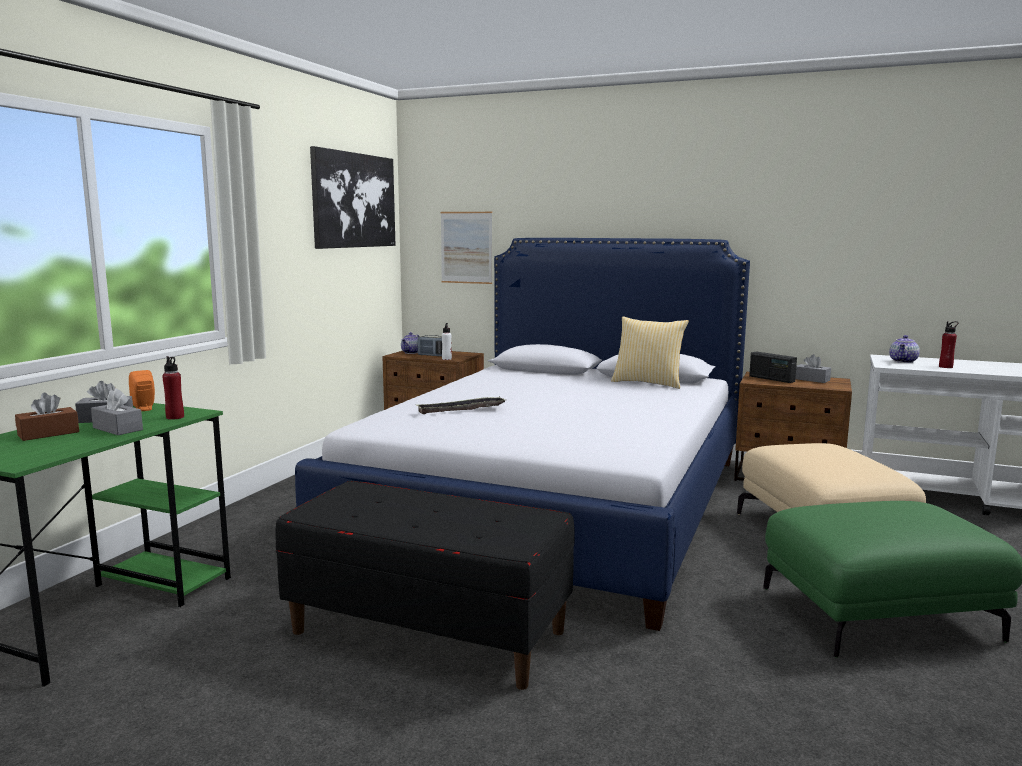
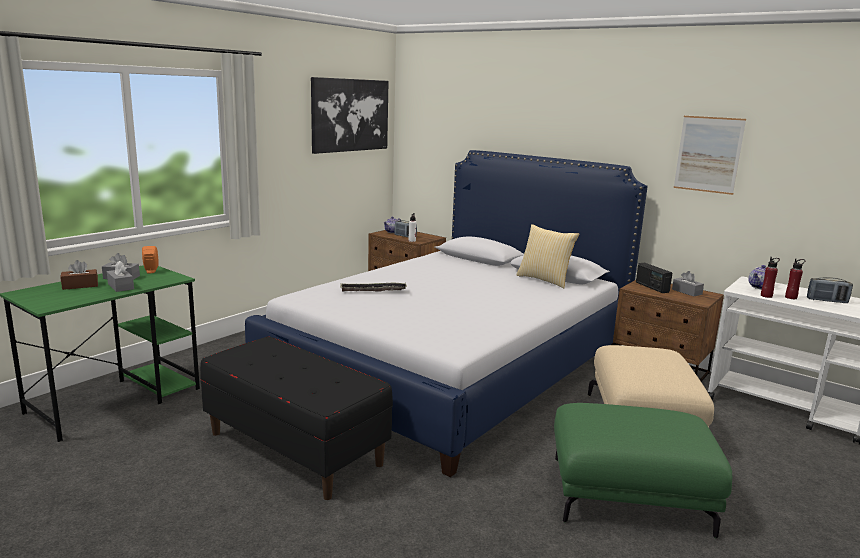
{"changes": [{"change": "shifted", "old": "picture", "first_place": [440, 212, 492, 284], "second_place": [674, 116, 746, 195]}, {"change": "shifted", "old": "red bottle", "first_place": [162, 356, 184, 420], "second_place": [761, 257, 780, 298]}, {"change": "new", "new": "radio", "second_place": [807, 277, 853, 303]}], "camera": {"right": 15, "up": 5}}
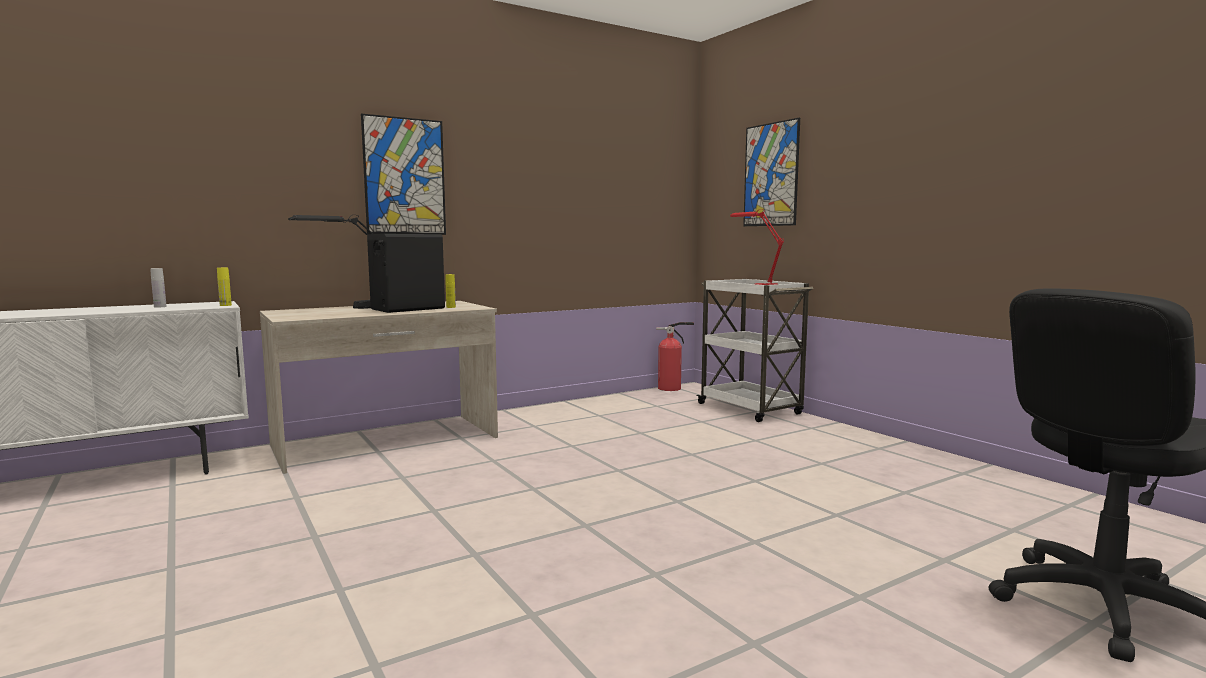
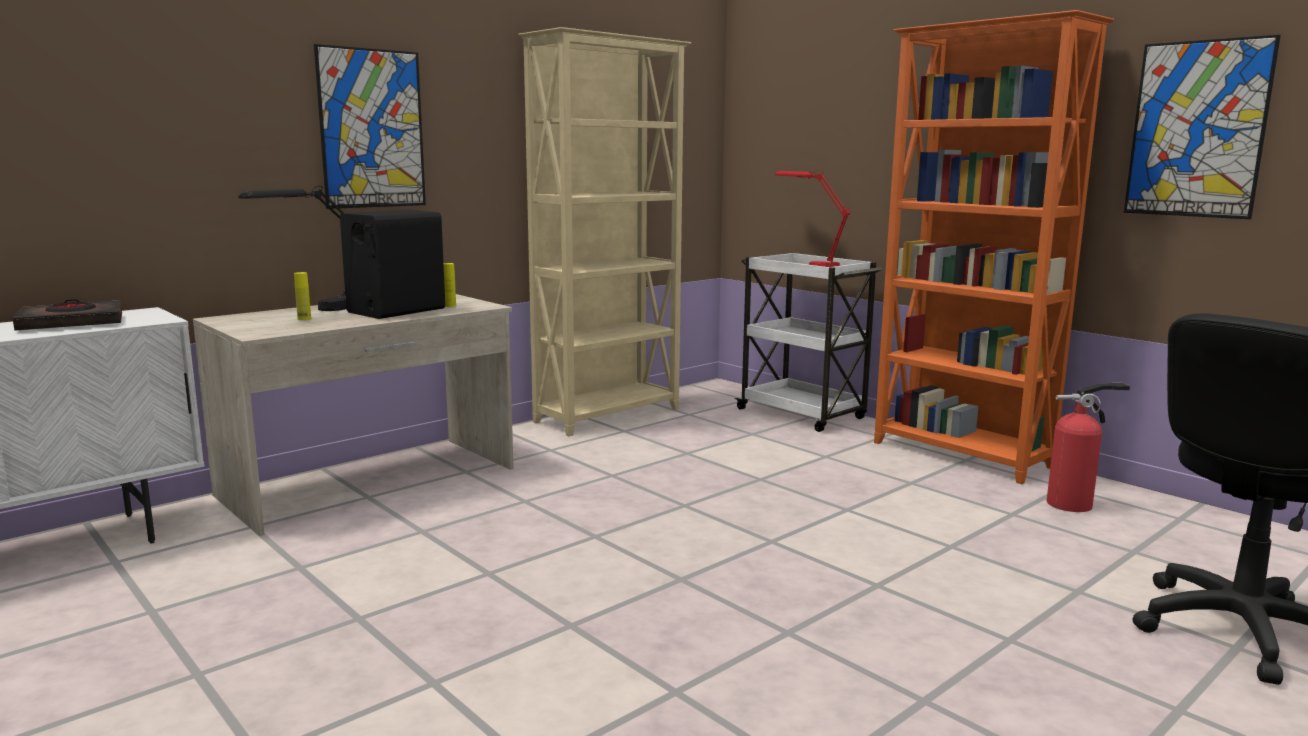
{"changes": [{"change": "swapped", "old": "white bottle", "new": "black book", "first_place": [150, 268, 167, 308], "second_place": [13, 299, 122, 331]}, {"change": "shifted", "old": "yellow bottle", "first_place": [217, 268, 232, 306], "second_place": [294, 272, 311, 320]}, {"change": "new", "new": "beige bookcase", "second_place": [518, 27, 691, 436]}, {"change": "new", "new": "orange bookcase", "second_place": [874, 10, 1114, 484]}, {"change": "shifted", "old": "fire extinguisher", "first_place": [656, 322, 694, 391], "second_place": [1047, 383, 1130, 512]}, {"change": "shifted", "old": "picture", "first_place": [743, 118, 800, 226], "second_place": [1124, 35, 1281, 219]}], "camera": {"right": -10, "up": 5}}
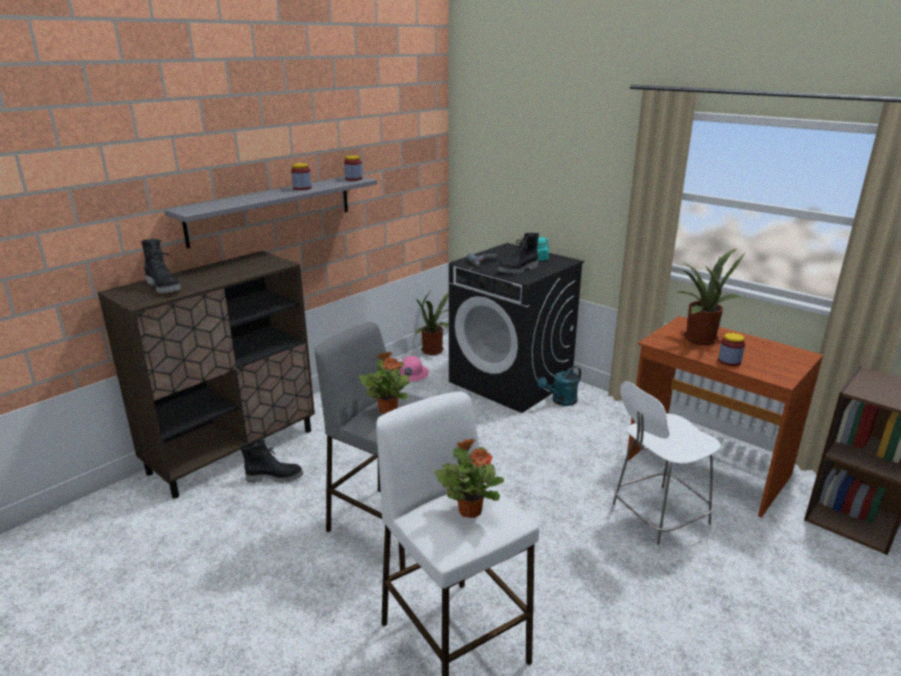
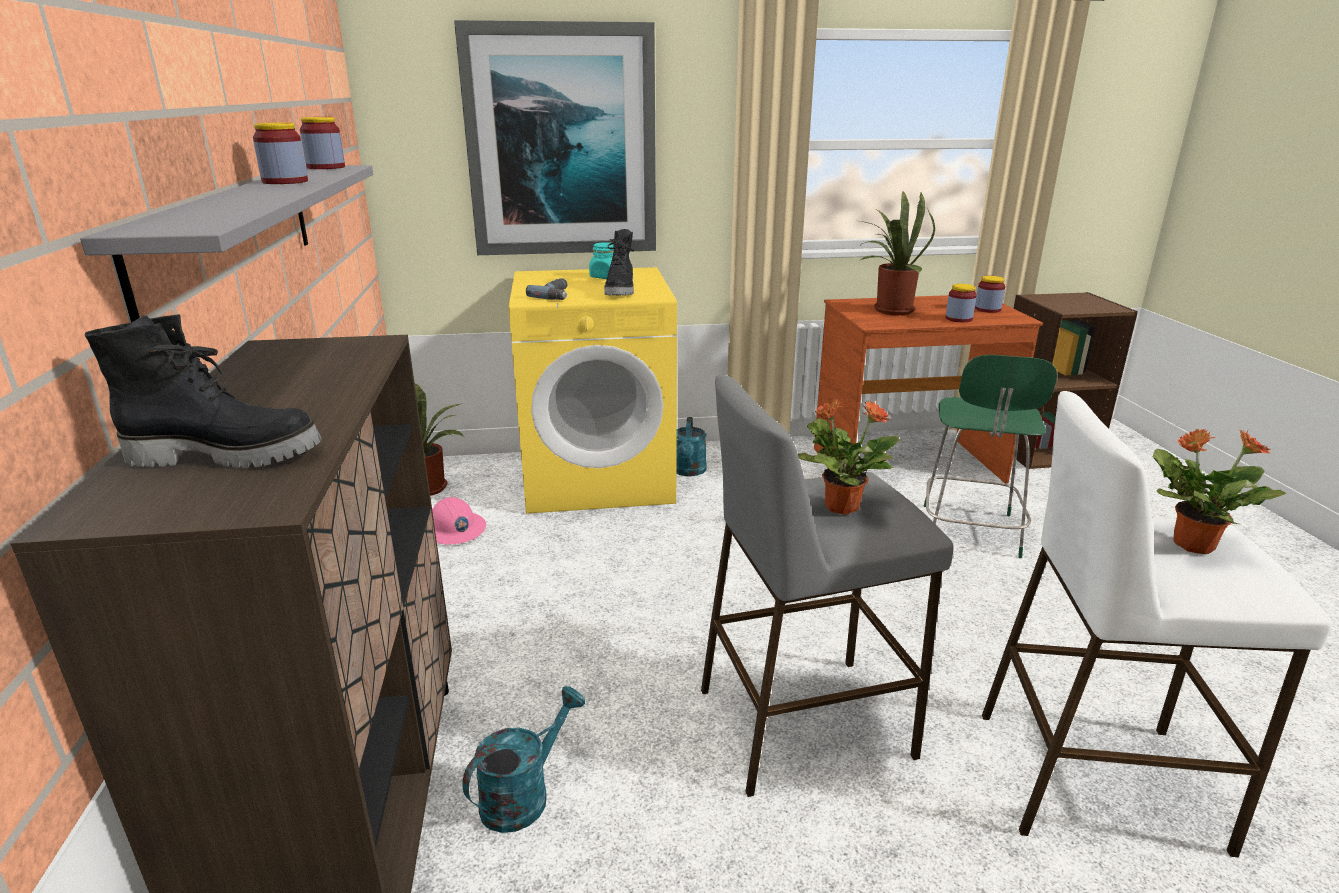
{"changes": [{"change": "new", "new": "picture", "second_place": [454, 20, 656, 255]}, {"change": "swapped", "old": "black boot", "new": "turquoise watering can", "first_place": [241, 439, 303, 483], "second_place": [462, 686, 585, 833]}, {"change": "repainted", "old": "black washing machine", "new": "yellow washing machine", "first_place": [449, 243, 584, 413], "second_place": [509, 267, 677, 514]}, {"change": "repainted", "old": "white chair", "new": "green chair", "first_place": [610, 382, 721, 554], "second_place": [924, 355, 1057, 558]}, {"change": "new", "new": "jar", "second_place": [975, 276, 1005, 313]}], "camera": {"right": -50, "up": 0}}
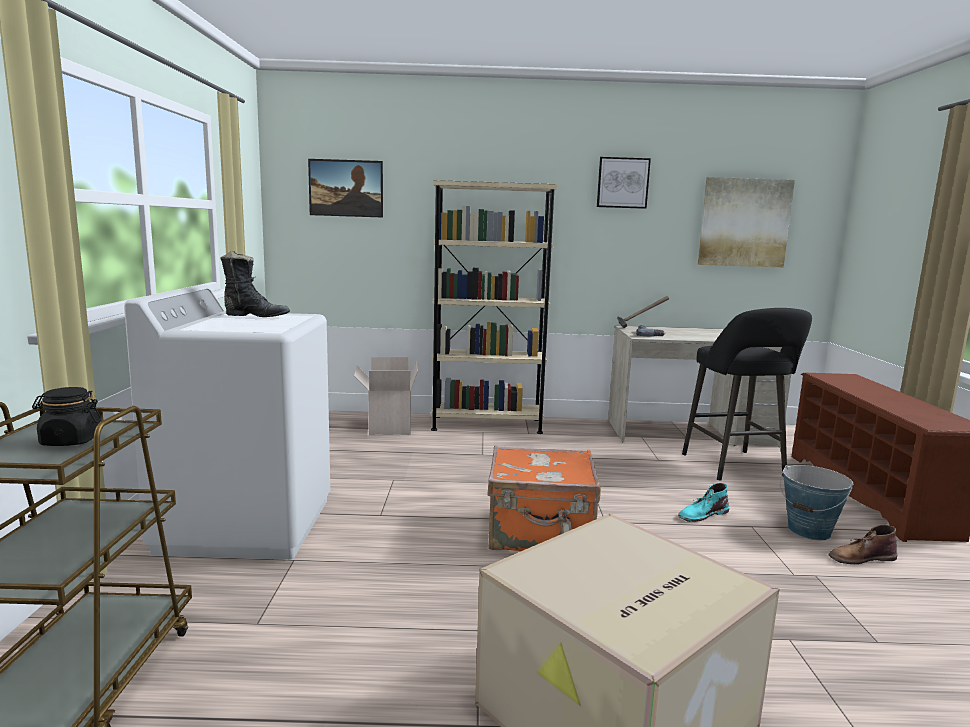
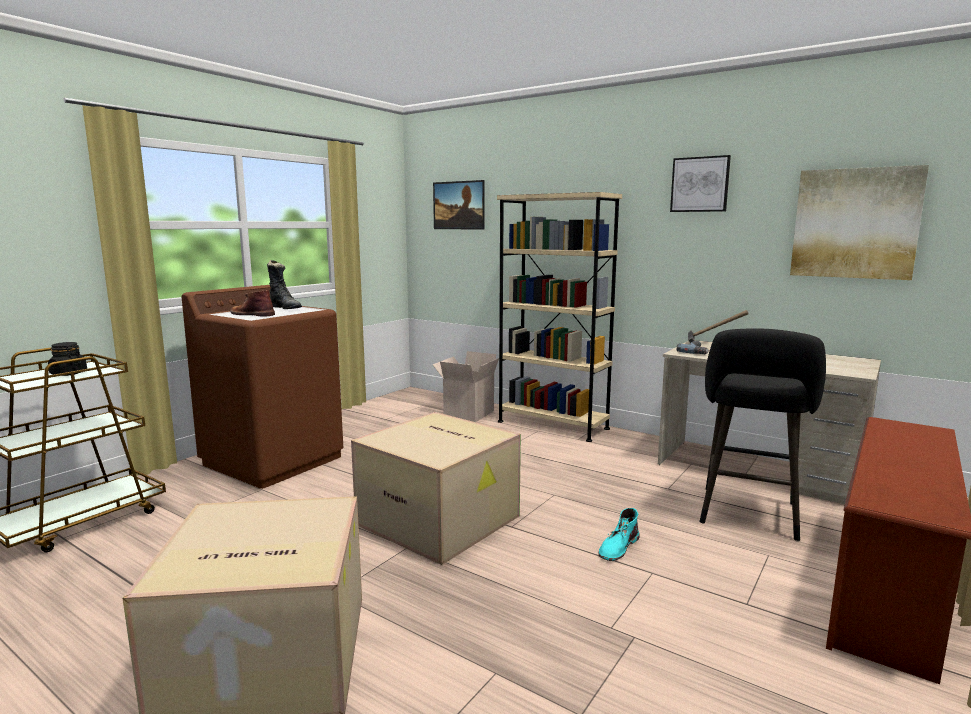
{"changes": [{"change": "repainted", "old": "white washing machine", "new": "brown washing machine", "first_place": [124, 285, 330, 560], "second_place": [182, 285, 343, 489]}, {"change": "shifted", "old": "brown boot", "first_place": [828, 525, 897, 564], "second_place": [230, 290, 275, 317]}, {"change": "swapped", "old": "orange suitcase", "new": "cardboard box", "first_place": [487, 445, 601, 551], "second_place": [351, 412, 521, 565]}, {"change": "rotated", "old": "turquoise boot", "first_place": [678, 483, 729, 522], "second_place": [599, 508, 639, 561], "degrees": -60}, {"change": "gone", "old": "bucket", "first_place": [780, 465, 853, 540]}], "camera": {"right": 35, "up": 0}}
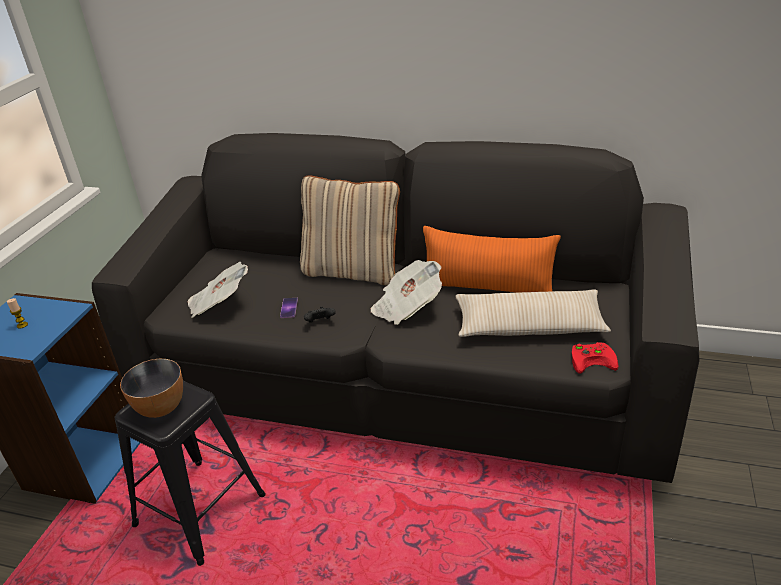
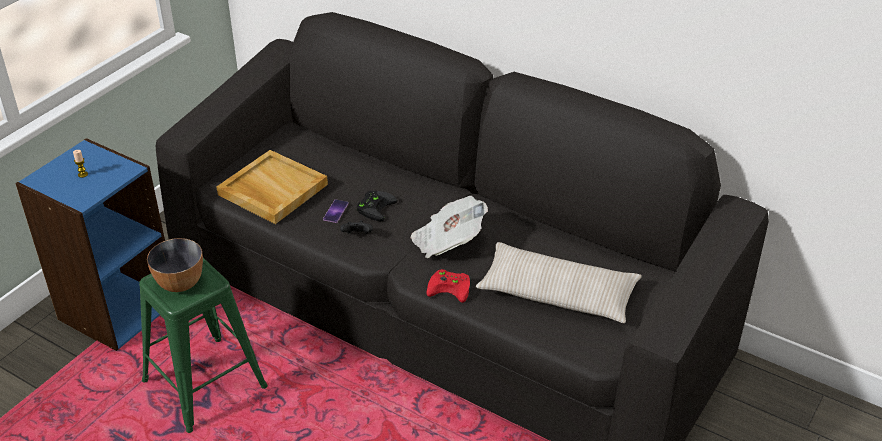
{"changes": [{"change": "repainted", "old": "black stool", "new": "green stool", "first_place": [115, 381, 266, 566], "second_place": [139, 258, 268, 433]}, {"change": "swapped", "old": "newspaper", "new": "beige tray", "first_place": [187, 262, 248, 318], "second_place": [217, 150, 328, 224]}, {"change": "new", "new": "black game controller", "second_place": [357, 191, 397, 221]}, {"change": "shifted", "old": "red game controller", "first_place": [572, 342, 618, 373], "second_place": [426, 269, 470, 303]}, {"change": "gone", "old": "beige pillow", "first_place": [300, 175, 400, 285]}, {"change": "gone", "old": "orange pillow", "first_place": [423, 226, 561, 293]}], "camera": {"right": 15, "up": 5}}
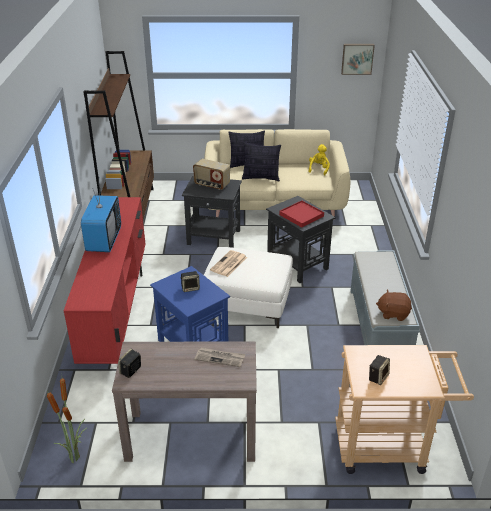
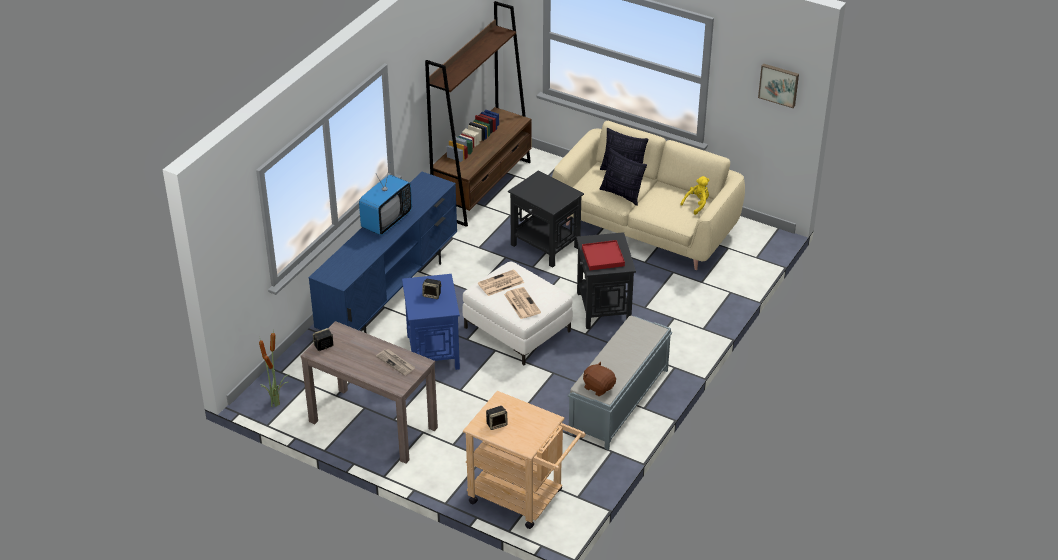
{"changes": [{"change": "repainted", "old": "red tv stand", "new": "blue tv stand", "first_place": [64, 197, 146, 364], "second_place": [308, 172, 457, 334]}, {"change": "new", "new": "newspaper", "second_place": [504, 287, 541, 319]}, {"change": "gone", "old": "radio", "first_place": [193, 159, 230, 190]}], "camera": {"right": 30, "up": 5}}
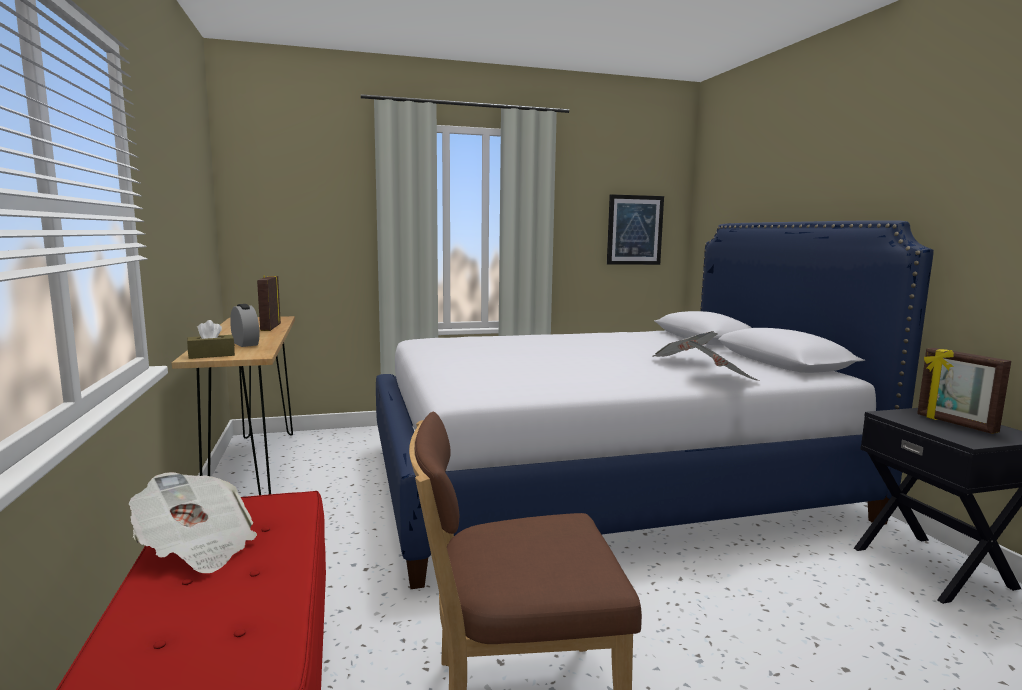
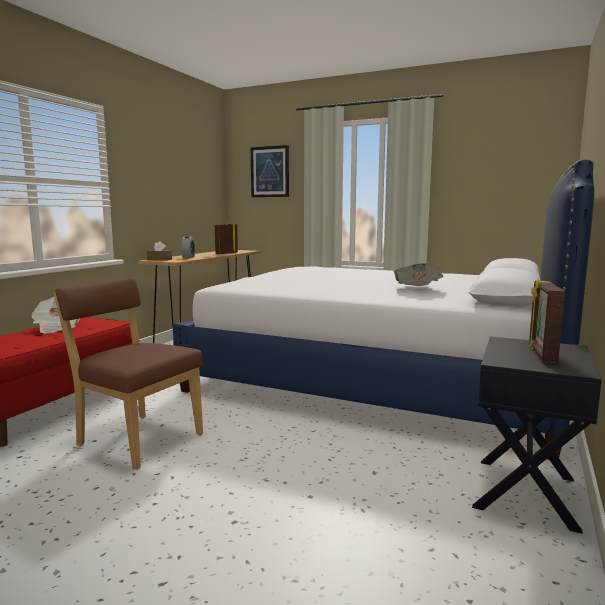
{"changes": [{"change": "shifted", "old": "picture", "first_place": [607, 194, 664, 265], "second_place": [251, 145, 289, 197]}, {"change": "gone", "old": "newspaper", "first_place": [687, 340, 760, 381]}], "camera": {"right": 40, "up": 0}}
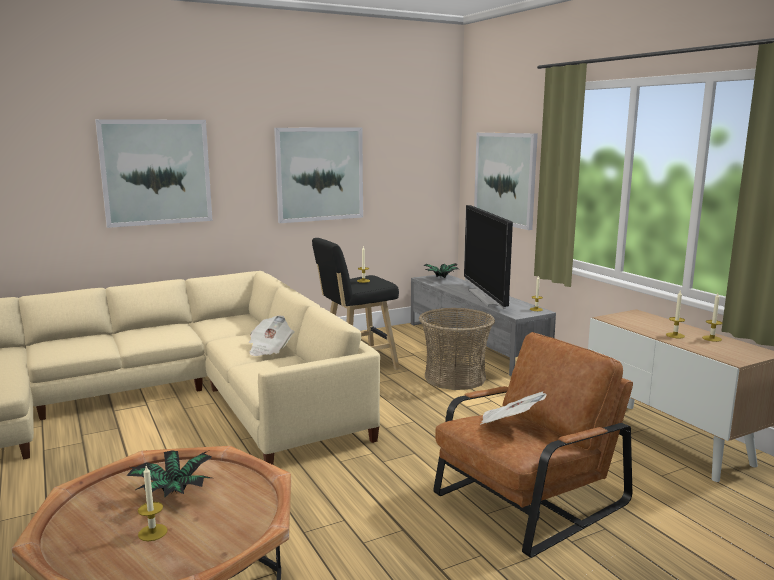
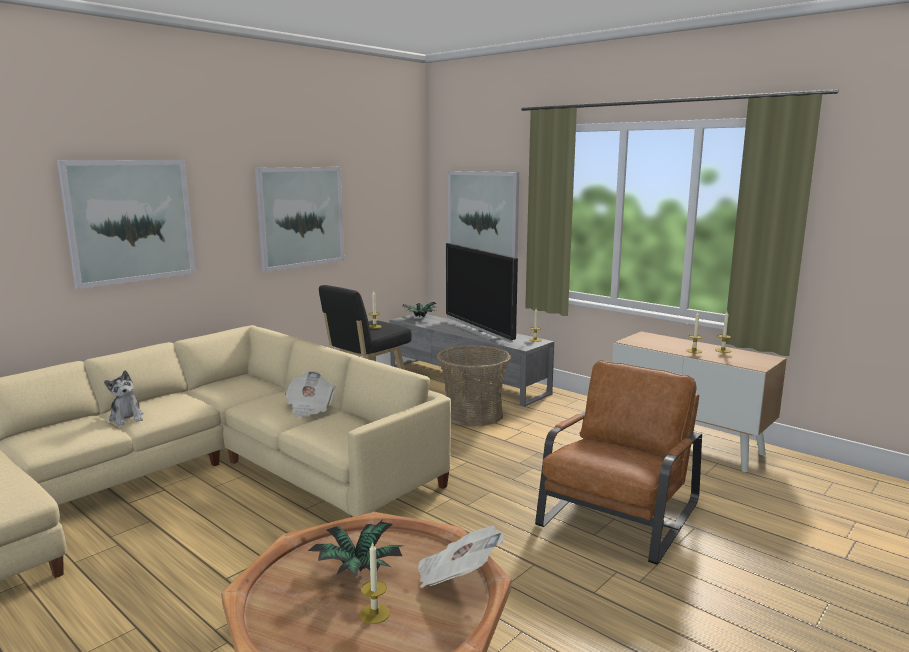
{"changes": [{"change": "new", "new": "plush toy", "second_place": [104, 370, 144, 426]}, {"change": "shifted", "old": "newspaper", "first_place": [480, 392, 547, 425], "second_place": [418, 526, 503, 588]}], "camera": {"right": -20, "up": 0}}
